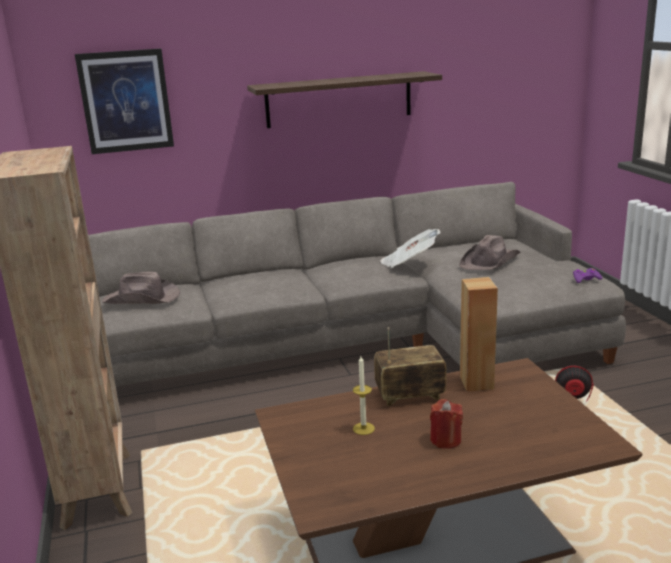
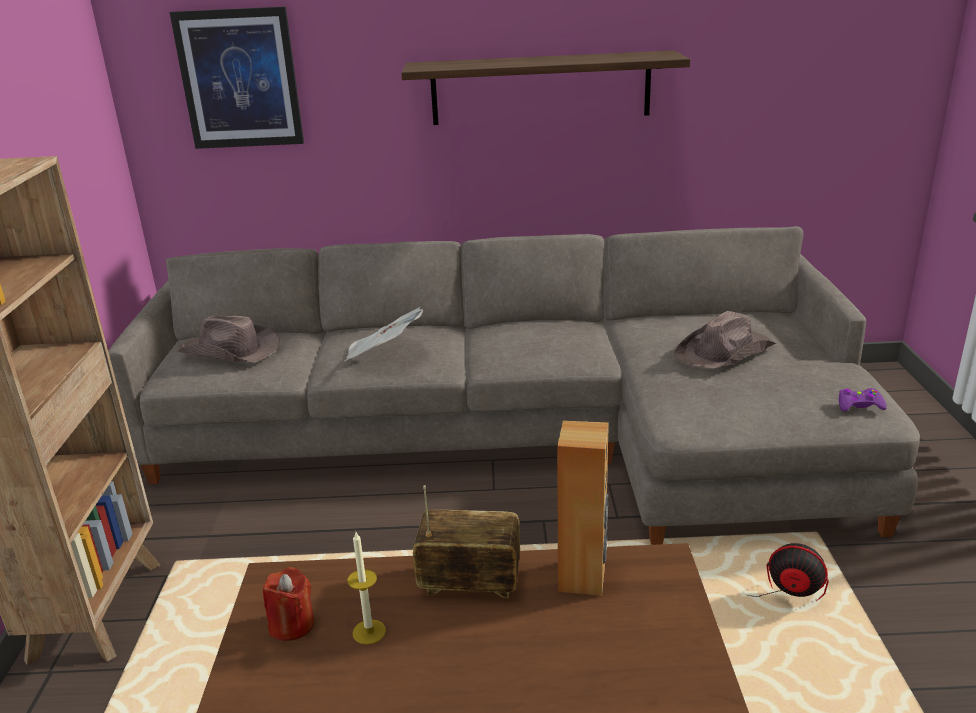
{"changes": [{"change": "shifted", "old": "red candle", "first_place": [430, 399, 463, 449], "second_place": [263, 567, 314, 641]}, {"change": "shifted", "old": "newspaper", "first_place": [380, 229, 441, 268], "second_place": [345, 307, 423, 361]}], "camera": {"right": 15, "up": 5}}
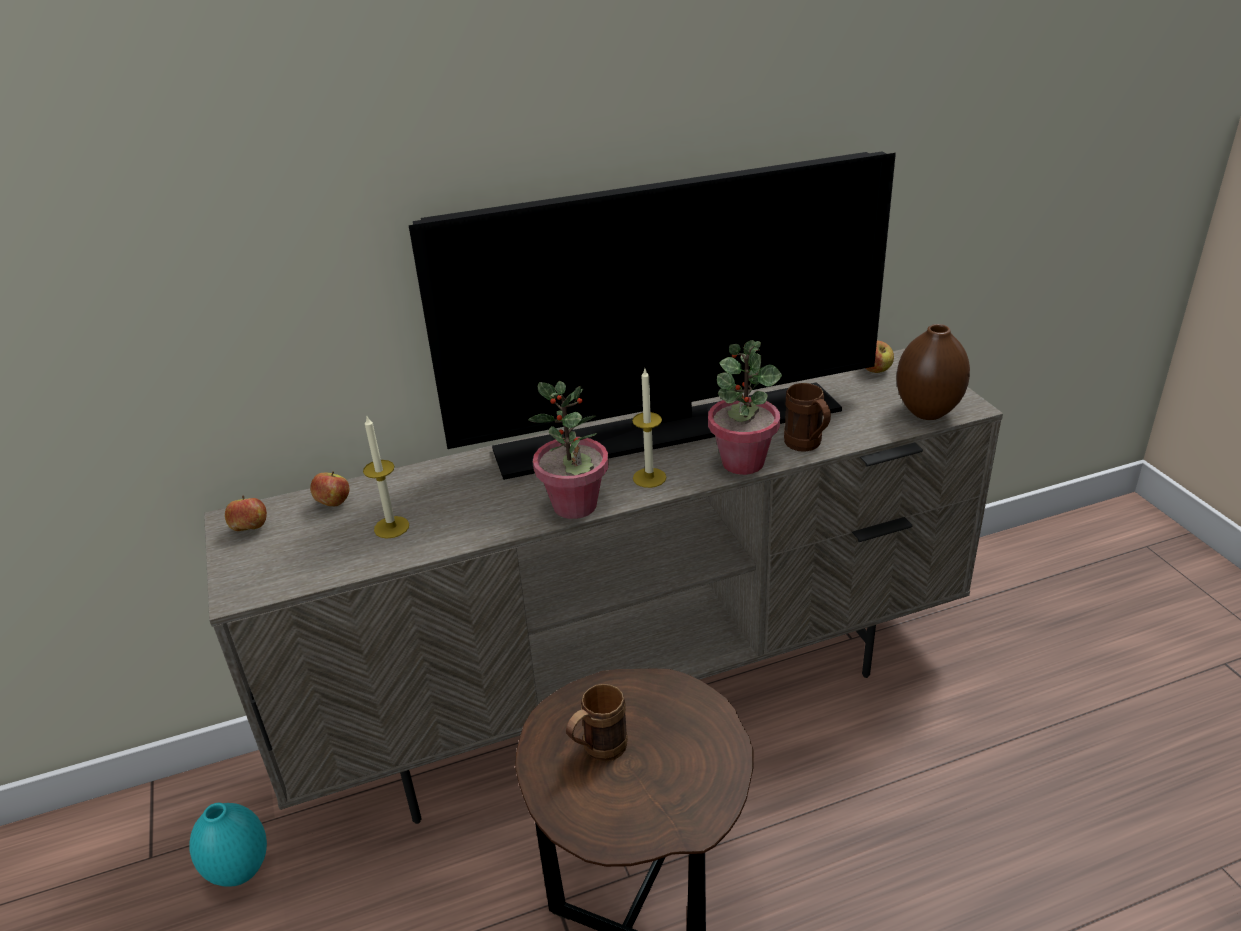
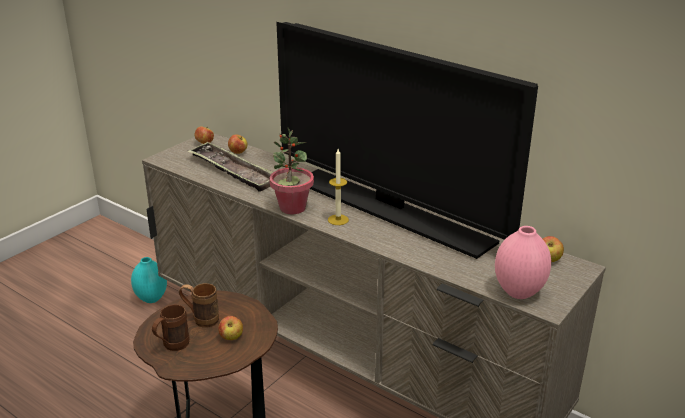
{"changes": [{"change": "shifted", "old": "brown mug", "first_place": [784, 383, 831, 452], "second_place": [152, 305, 190, 351]}, {"change": "swapped", "old": "candle", "new": "tray", "first_place": [363, 416, 409, 539], "second_place": [188, 141, 273, 192]}, {"change": "new", "new": "apple", "second_place": [218, 316, 243, 340]}, {"change": "repainted", "old": "brown vase", "new": "pink vase", "first_place": [896, 324, 970, 420], "second_place": [495, 226, 551, 299]}, {"change": "gone", "old": "potted plant", "first_place": [708, 340, 782, 475]}], "camera": {"right": 55, "up": -5}}
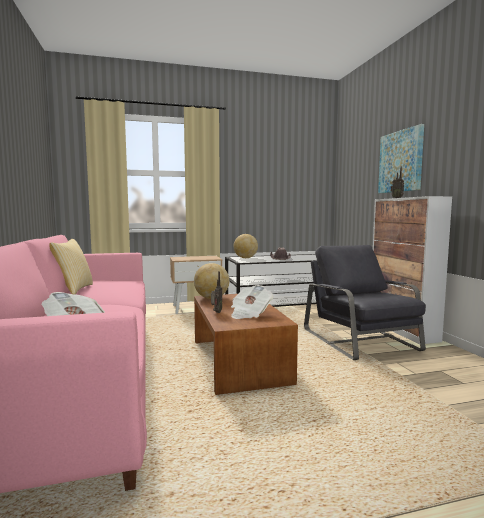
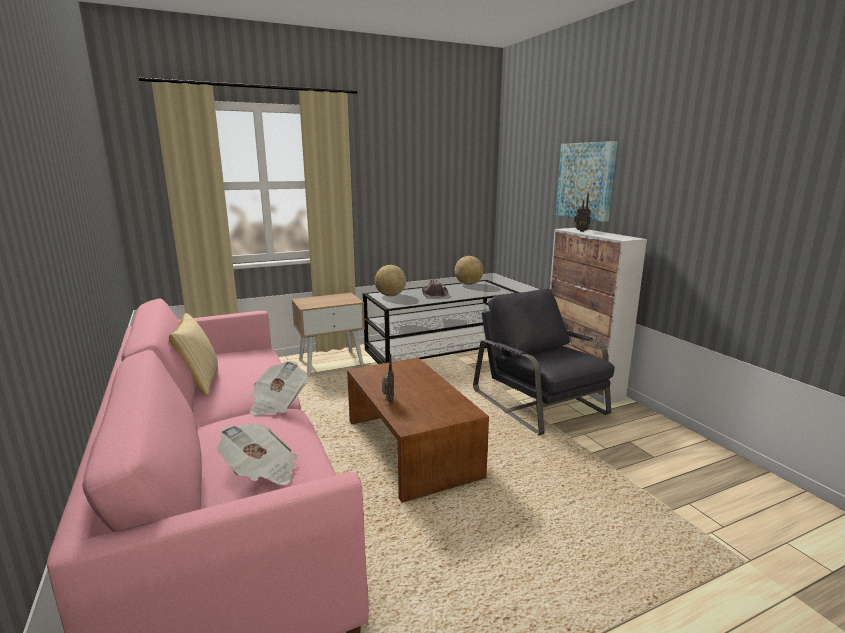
{"changes": [{"change": "shifted", "old": "newspaper", "first_place": [231, 285, 273, 319], "second_place": [250, 361, 308, 416]}, {"change": "shifted", "old": "globe", "first_place": [194, 263, 229, 299], "second_place": [455, 256, 484, 285]}], "camera": {"right": -10, "up": 10}}
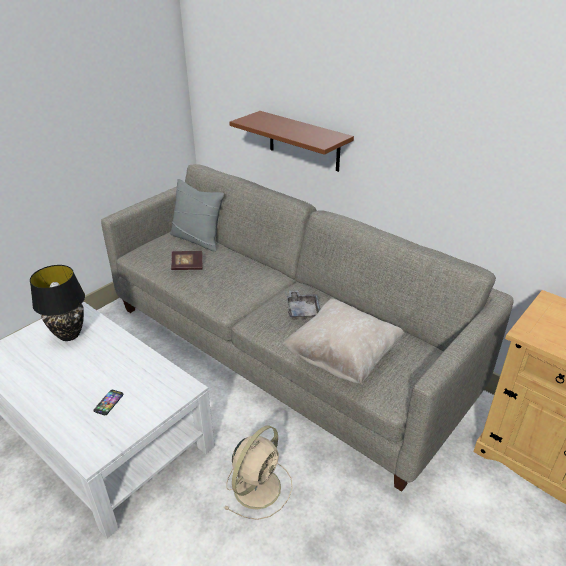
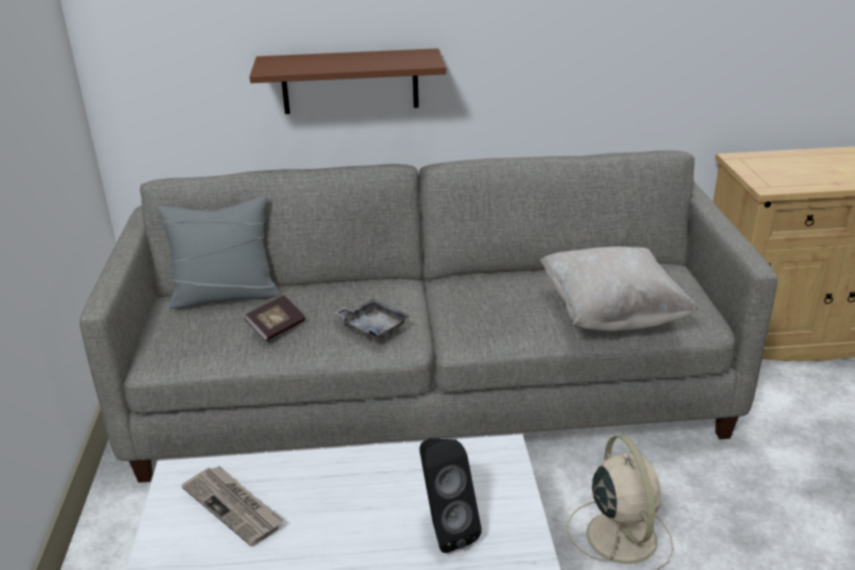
{"changes": [{"change": "swapped", "old": "black table lamp", "new": "newspaper", "first_place": [30, 265, 85, 341], "second_place": [182, 466, 284, 547]}, {"change": "shifted", "old": "grey tray", "first_place": [287, 290, 320, 320], "second_place": [333, 299, 410, 342]}, {"change": "swapped", "old": "phone", "new": "black speaker", "first_place": [94, 390, 124, 415], "second_place": [419, 438, 482, 553]}], "camera": {"right": -45, "up": -5}}
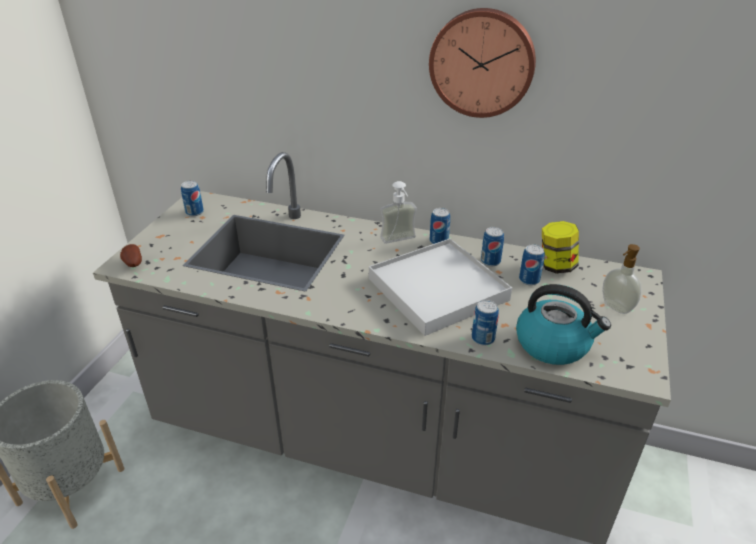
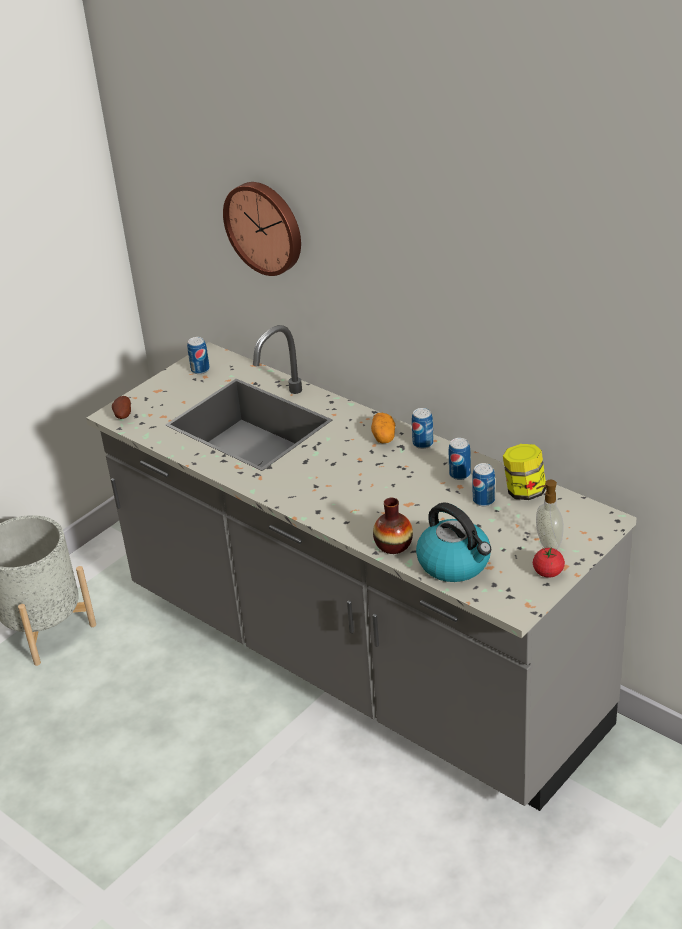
{"changes": [{"change": "shifted", "old": "wall clock", "first_place": [429, 8, 536, 118], "second_place": [223, 182, 301, 276]}, {"change": "swapped", "old": "soap dispenser", "new": "potato", "first_place": [380, 181, 417, 244], "second_place": [371, 413, 395, 443]}, {"change": "swapped", "old": "can", "new": "vase", "first_place": [472, 300, 499, 346], "second_place": [373, 498, 413, 554]}, {"change": "new", "new": "tomato", "second_place": [533, 547, 565, 578]}, {"change": "gone", "old": "white tray", "first_place": [369, 238, 512, 336]}], "camera": {"right": 25, "up": 0}}
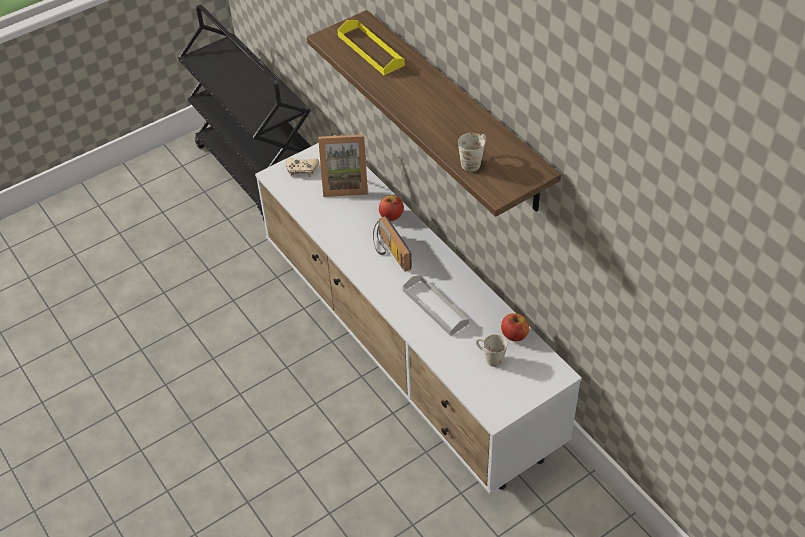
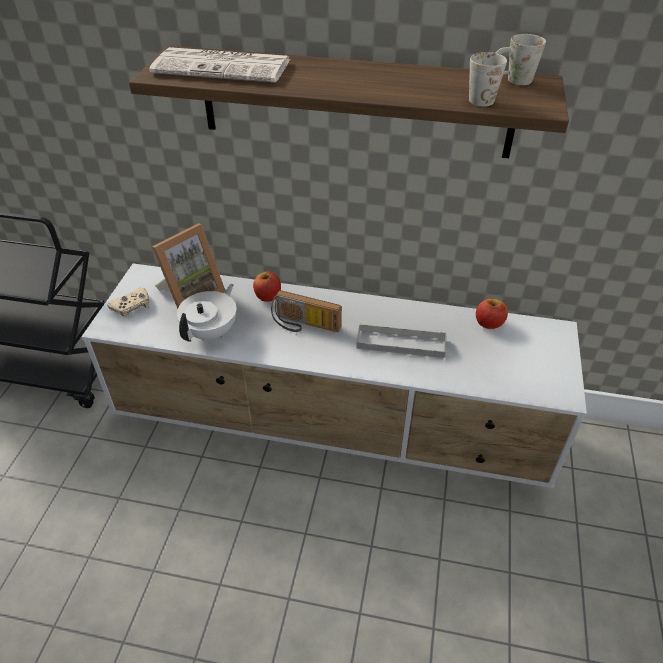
{"changes": [{"change": "swapped", "old": "yellow tray", "new": "newspaper", "first_place": [337, 20, 405, 75], "second_place": [149, 47, 291, 83]}, {"change": "new", "new": "white teapot", "second_place": [177, 284, 237, 341]}, {"change": "shifted", "old": "white mug", "first_place": [475, 334, 507, 367], "second_place": [496, 34, 546, 85]}], "camera": {"right": -45, "up": -5}}
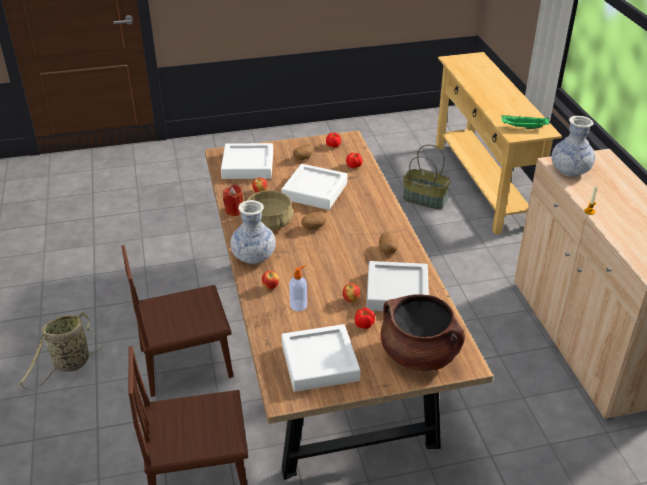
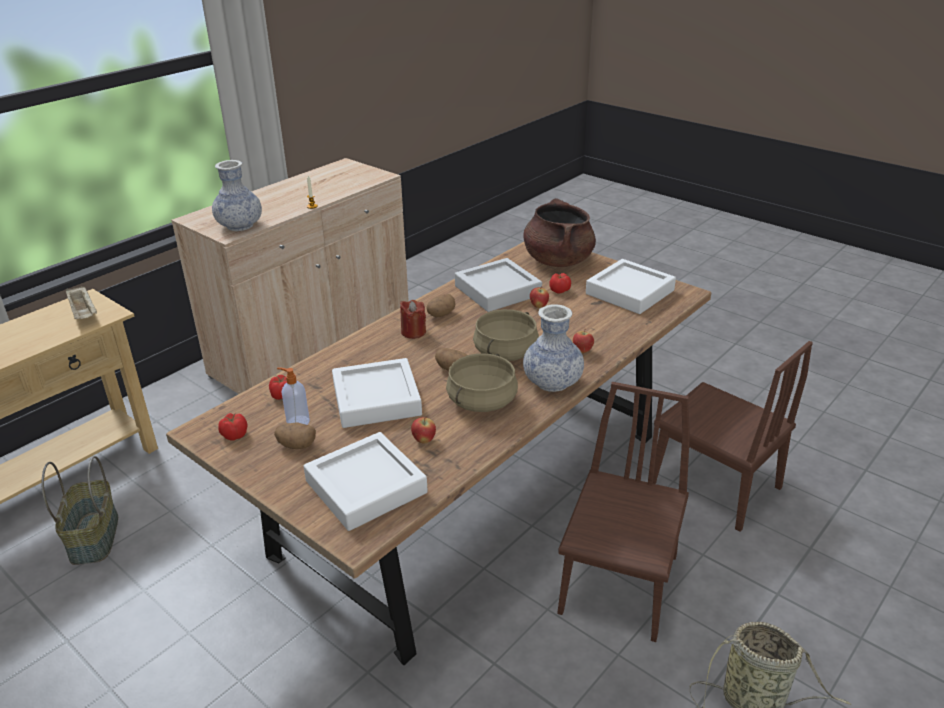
{"changes": [{"change": "repainted", "old": "green tray", "new": "beige tray", "first_place": [501, 115, 549, 129], "second_place": [66, 286, 97, 319]}, {"change": "shifted", "old": "soap dispenser", "first_place": [289, 265, 307, 311], "second_place": [277, 368, 310, 425]}, {"change": "shifted", "old": "red candle", "first_place": [223, 185, 243, 216], "second_place": [400, 300, 426, 339]}, {"change": "new", "new": "beige cooking pot", "second_place": [473, 309, 539, 361]}, {"change": "rotated", "old": "brown chair", "first_place": [121, 245, 233, 397], "second_place": [557, 382, 690, 642], "degrees": -105}], "camera": {"right": -125, "up": -5}}
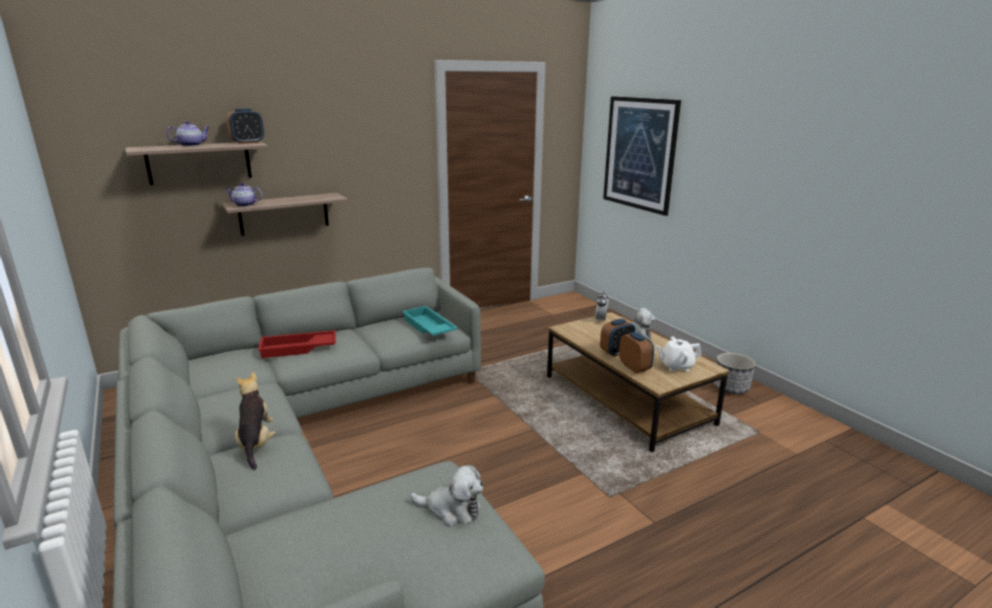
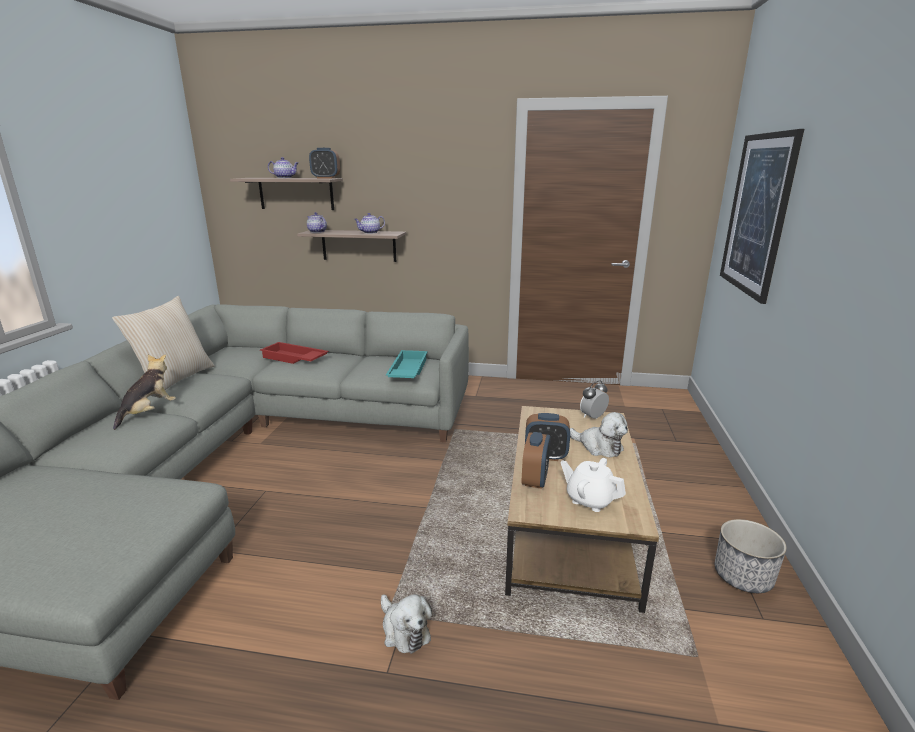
{"changes": [{"change": "new", "new": "beige pillow", "second_place": [112, 296, 215, 390]}, {"change": "new", "new": "teapot", "second_place": [354, 213, 385, 234]}, {"change": "shifted", "old": "plush toy", "first_place": [410, 465, 483, 527], "second_place": [381, 594, 432, 654]}], "camera": {"right": 40, "up": 0}}
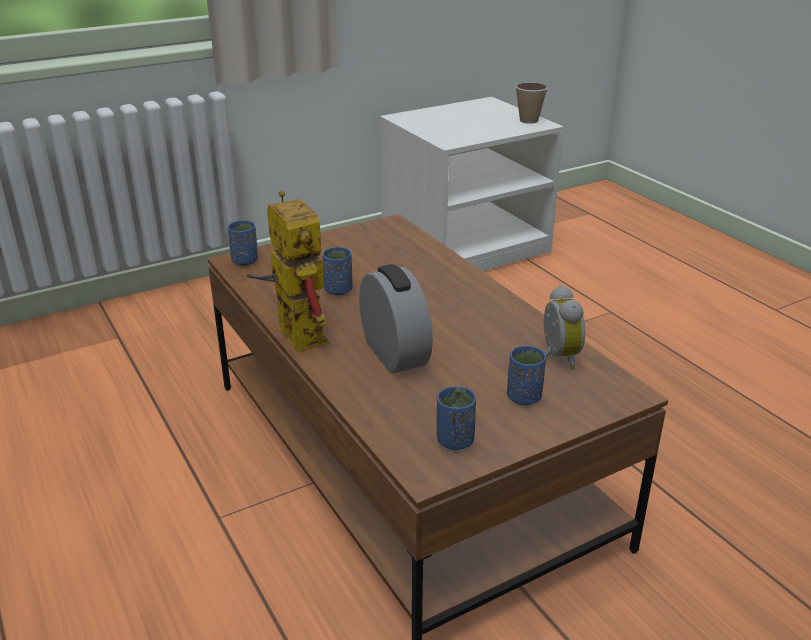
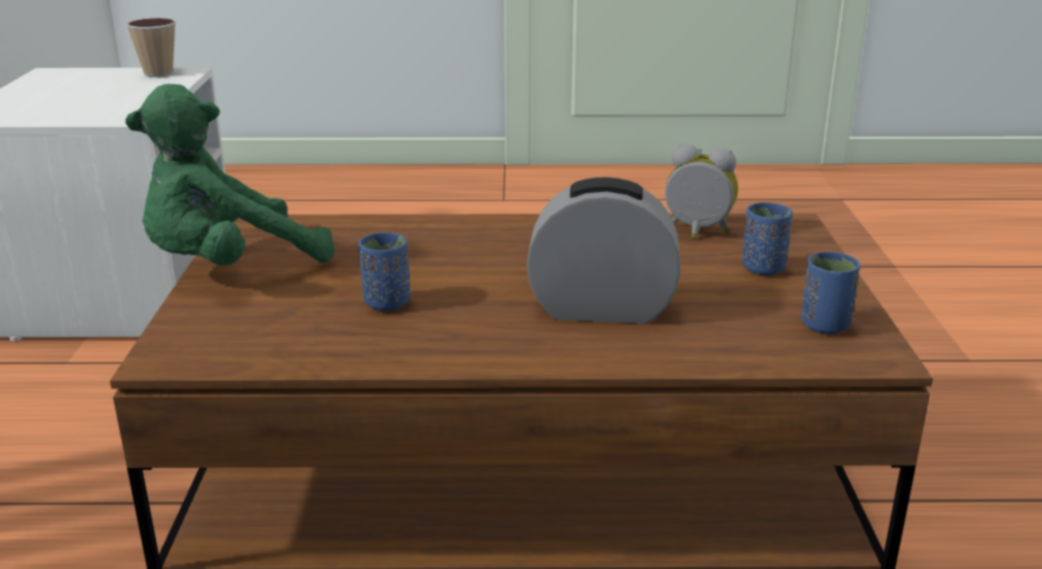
{"changes": [{"change": "new", "new": "green plush toy", "second_place": [126, 84, 335, 265]}, {"change": "gone", "old": "blue cup", "first_place": [228, 221, 258, 266]}, {"change": "gone", "old": "toy robot", "first_place": [247, 190, 329, 352]}], "camera": {"right": -60, "up": -5}}
